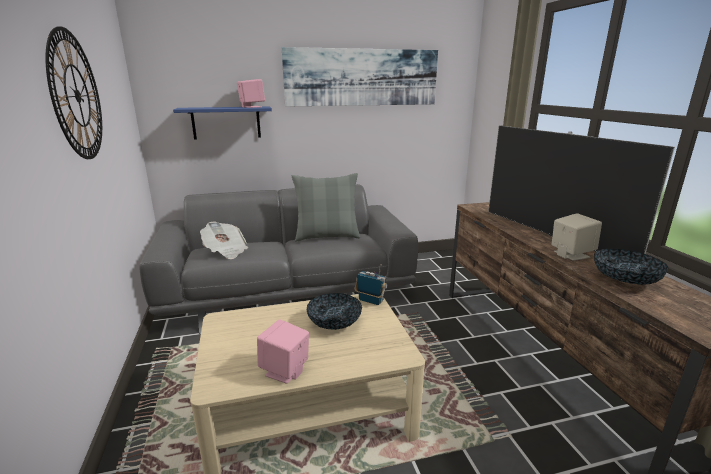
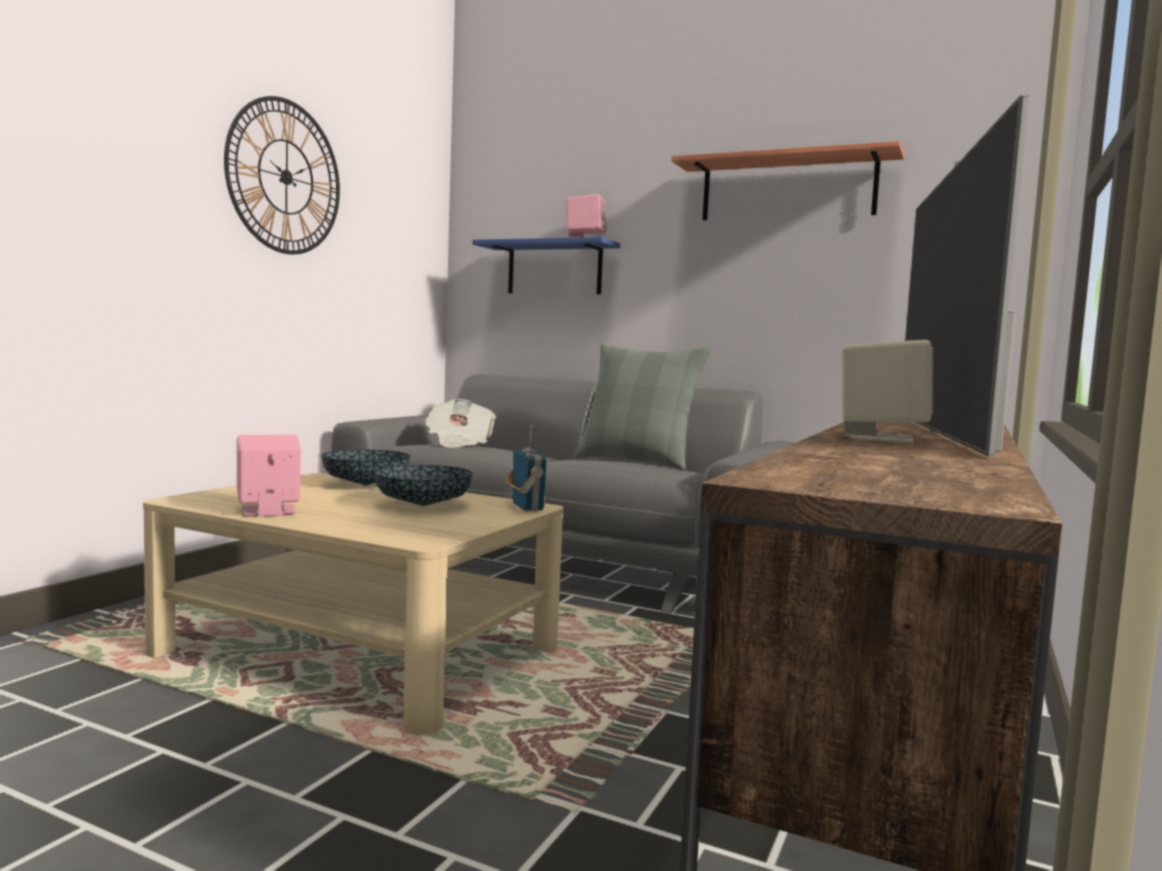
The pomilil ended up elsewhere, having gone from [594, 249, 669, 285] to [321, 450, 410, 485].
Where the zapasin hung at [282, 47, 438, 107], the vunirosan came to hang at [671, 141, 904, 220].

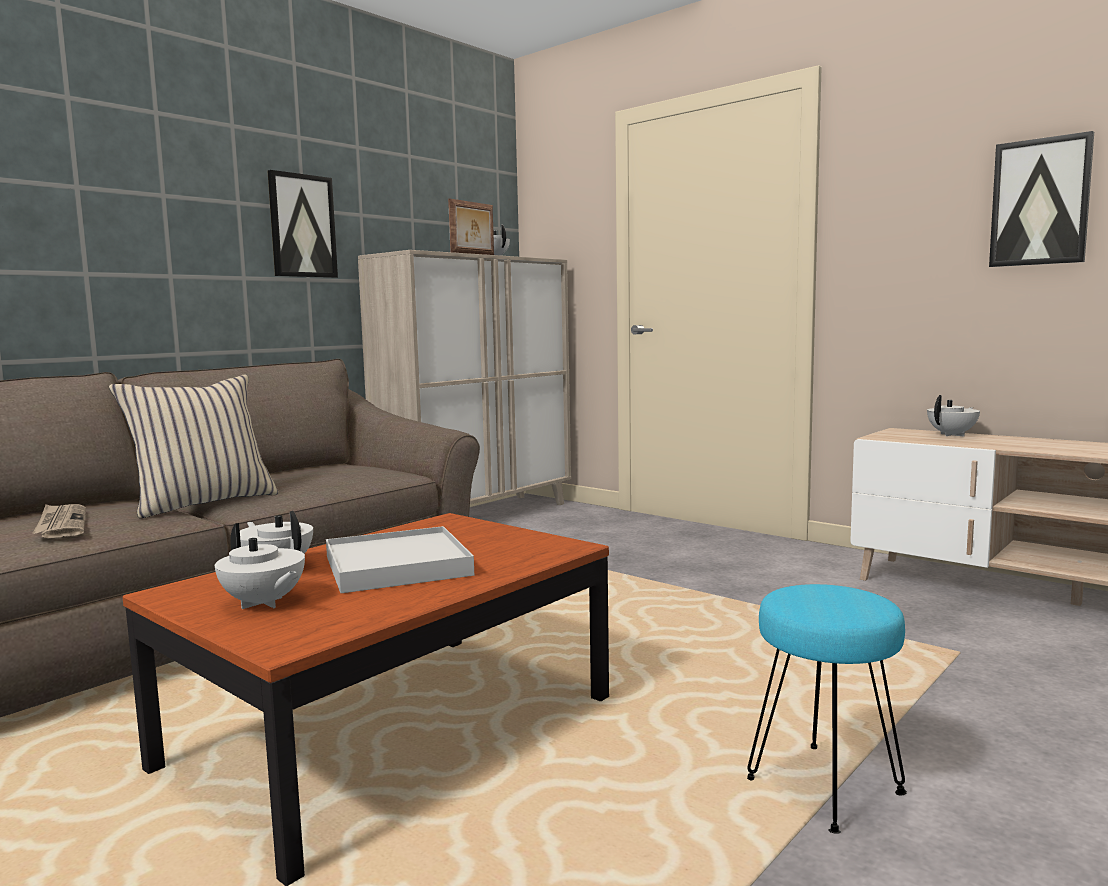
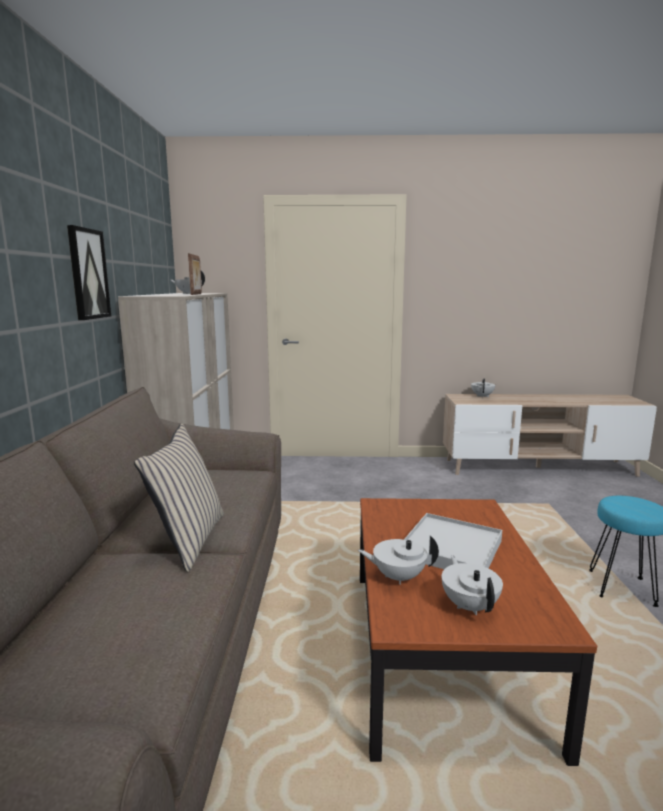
The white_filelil at [215, 523, 305, 609] ended up facing another way, 105 degrees counterclockwise from before.
The second view lost the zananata at [33, 504, 86, 538].
The second view lost the zapasin at [989, 131, 1094, 267].

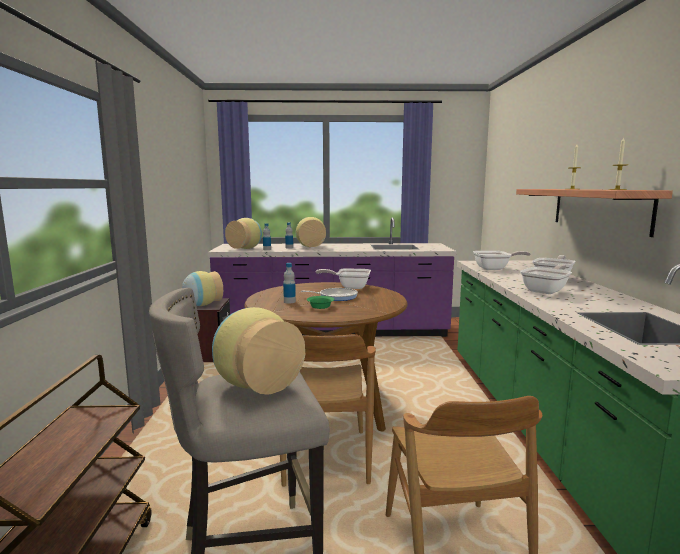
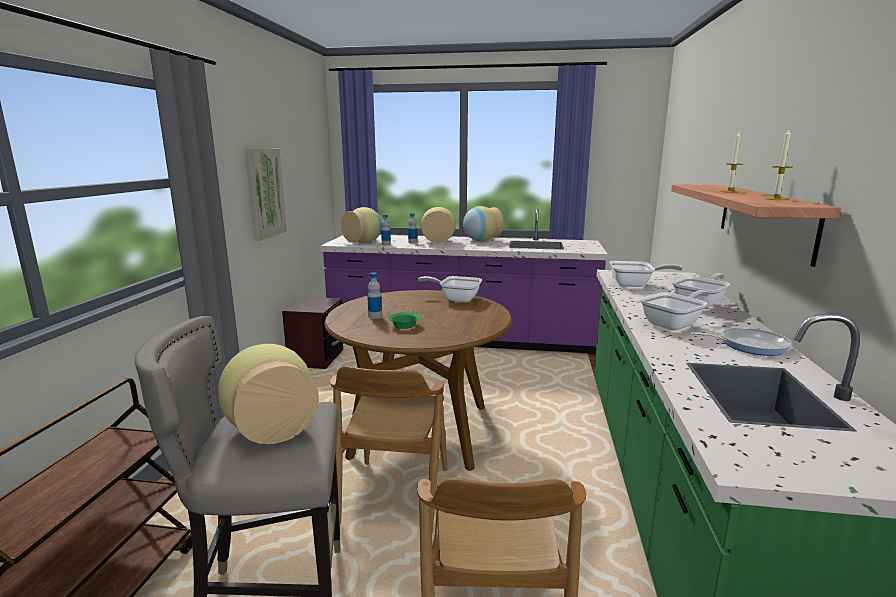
The second view gained the zapasin at [245, 149, 287, 241].
The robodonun ended up elsewhere, having gone from [182, 271, 223, 306] to [463, 206, 503, 241].
The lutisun ended up elsewhere, having gone from [300, 288, 358, 301] to [691, 327, 792, 356].

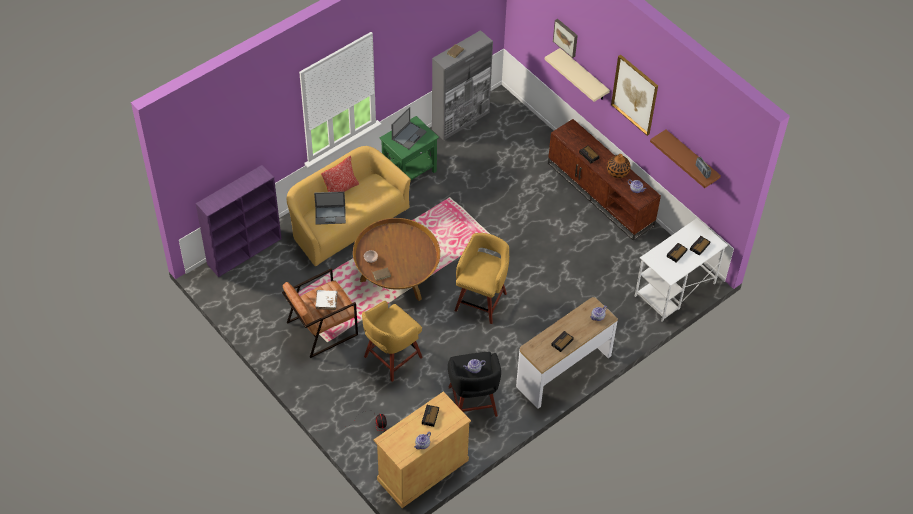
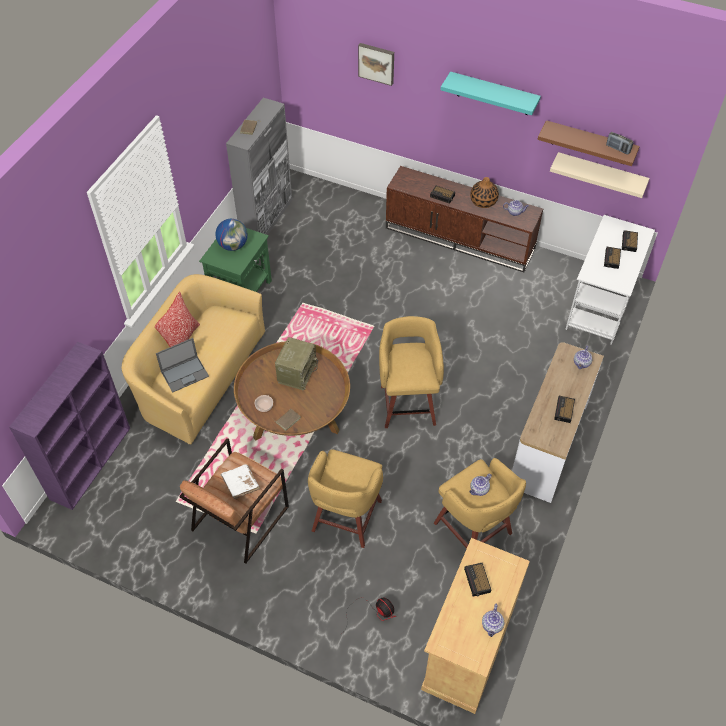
Where the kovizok stood at [392, 107, 427, 149], the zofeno came to stand at [215, 219, 248, 251].
The second view gained the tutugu at [275, 337, 318, 391].
What was the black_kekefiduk at [448, 352, 501, 417] turned into the yellow_kekefiduk at [434, 458, 526, 548].
Where the zapasin hung at [611, 54, 658, 136], the turquoise_vunirosan came to hang at [441, 72, 541, 115].
The beige_vunirosan ended up elsewhere, having gone from [545, 48, 610, 102] to [550, 152, 650, 198].

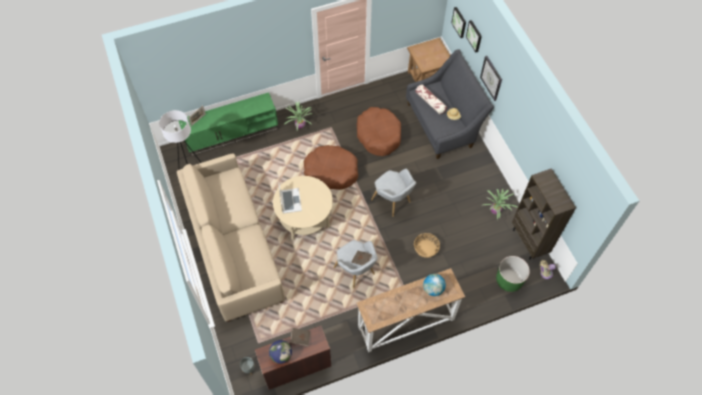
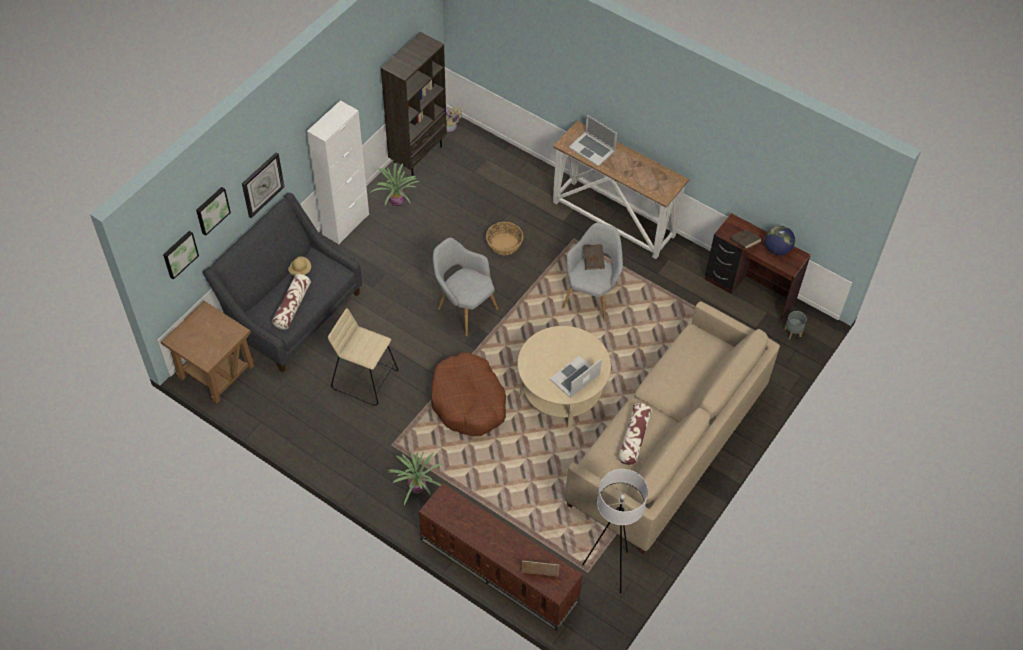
The second view gained the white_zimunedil at [307, 100, 369, 244].
Where the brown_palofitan stood at [357, 107, 401, 156], the beige_kekefiduk came to stand at [328, 308, 398, 406].
What was the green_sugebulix at [178, 92, 279, 156] turned into the brown_sugebulix at [419, 483, 583, 631].
The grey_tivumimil at [371, 169, 416, 217] ended up facing another way, 60 degrees counterclockwise from before.
Where the zofeno stood at [423, 274, 446, 296], the kovizok came to stand at [569, 115, 617, 166].
The second view gained the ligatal at [618, 403, 652, 465].
The second view lost the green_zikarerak at [496, 256, 530, 292].

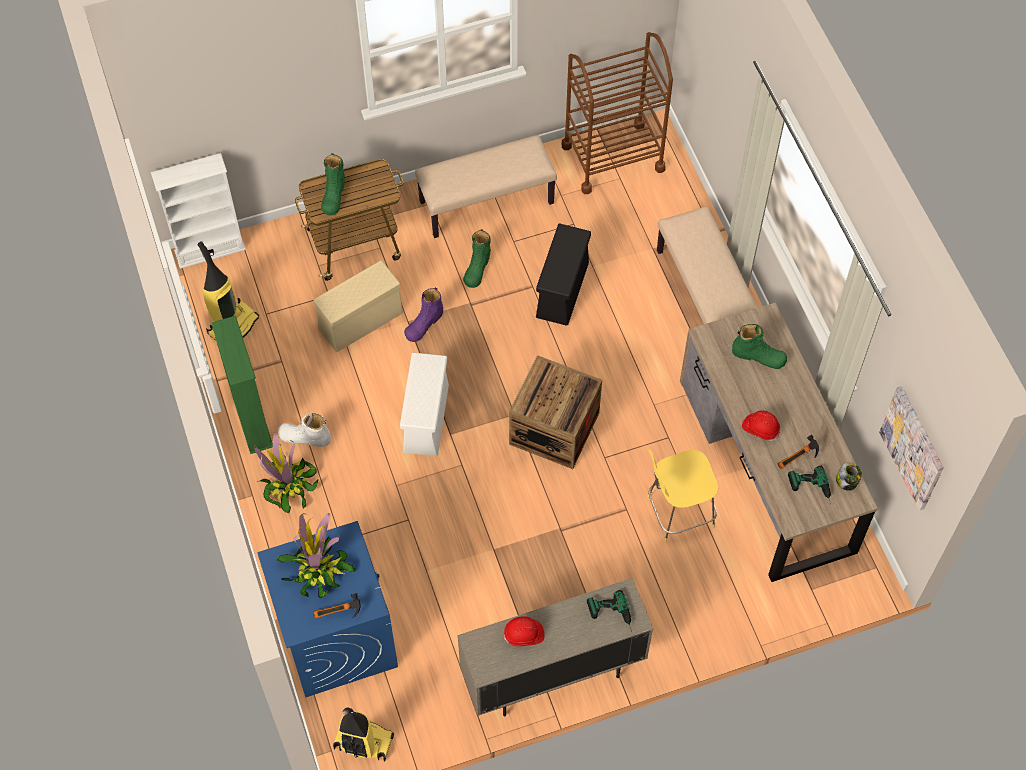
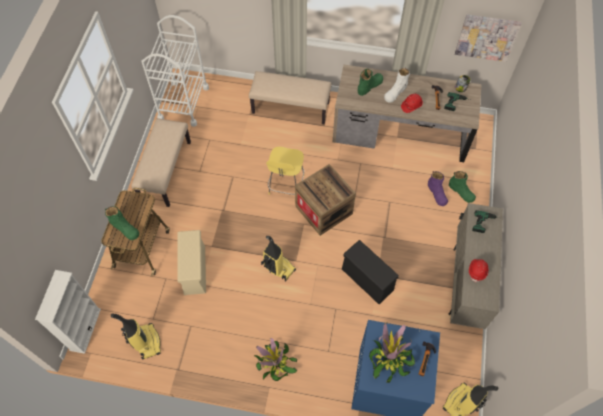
What was the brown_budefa at [562, 32, 673, 194] turned into the white_budefa at [142, 15, 209, 127].
Where the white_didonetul stood at [400, 352, 449, 456], the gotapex came to stand at [261, 236, 296, 281].
The yellow_kekefiduk ended up elsewhere, having gone from [647, 449, 718, 542] to [266, 147, 305, 195].
The black_didonetul ended up elsewhere, having gone from [536, 223, 591, 326] to [342, 240, 399, 304].
The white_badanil ended up elsewhere, having gone from [278, 413, 331, 447] to [384, 68, 410, 103].
The purple_badanil ended up elsewhere, having gone from [404, 287, 443, 342] to [428, 171, 448, 206].
The green_badanil ended up elsewhere, having gone from [463, 229, 491, 288] to [449, 171, 476, 203].
The second view lost the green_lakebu at [211, 316, 273, 454].

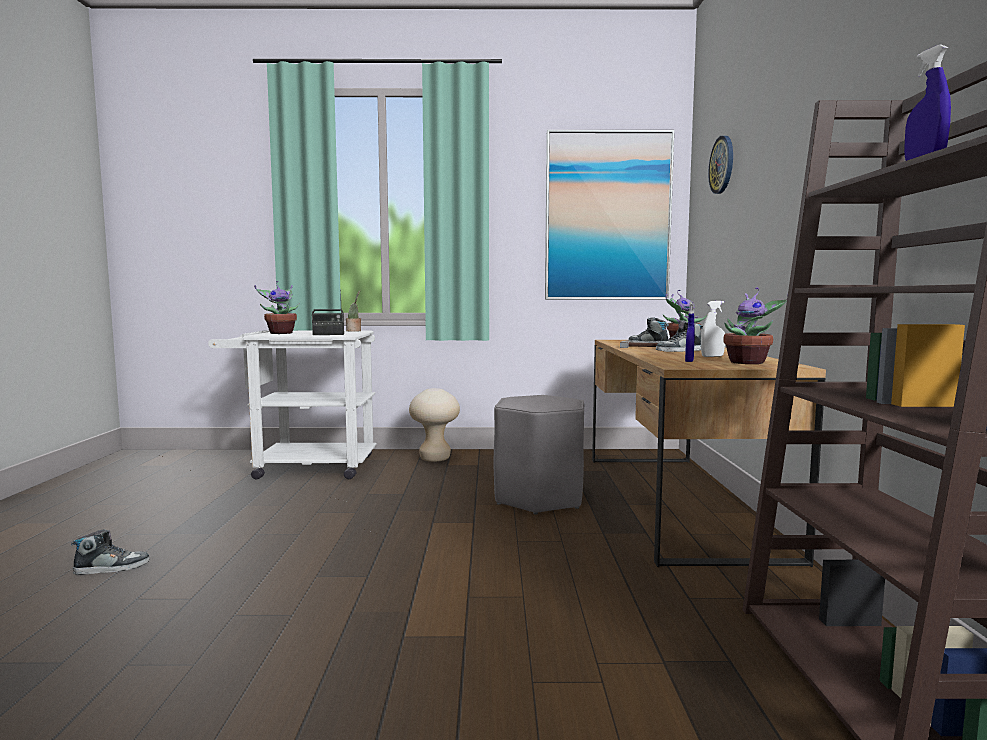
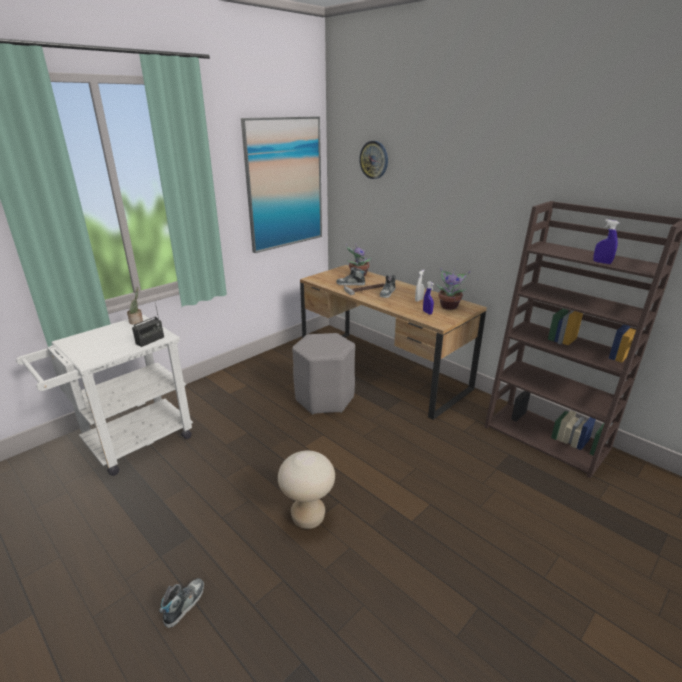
The beige_kekefiduk ended up elsewhere, having gone from [409, 388, 460, 462] to [278, 451, 335, 529].
The second view lost the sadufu at [254, 281, 300, 334].

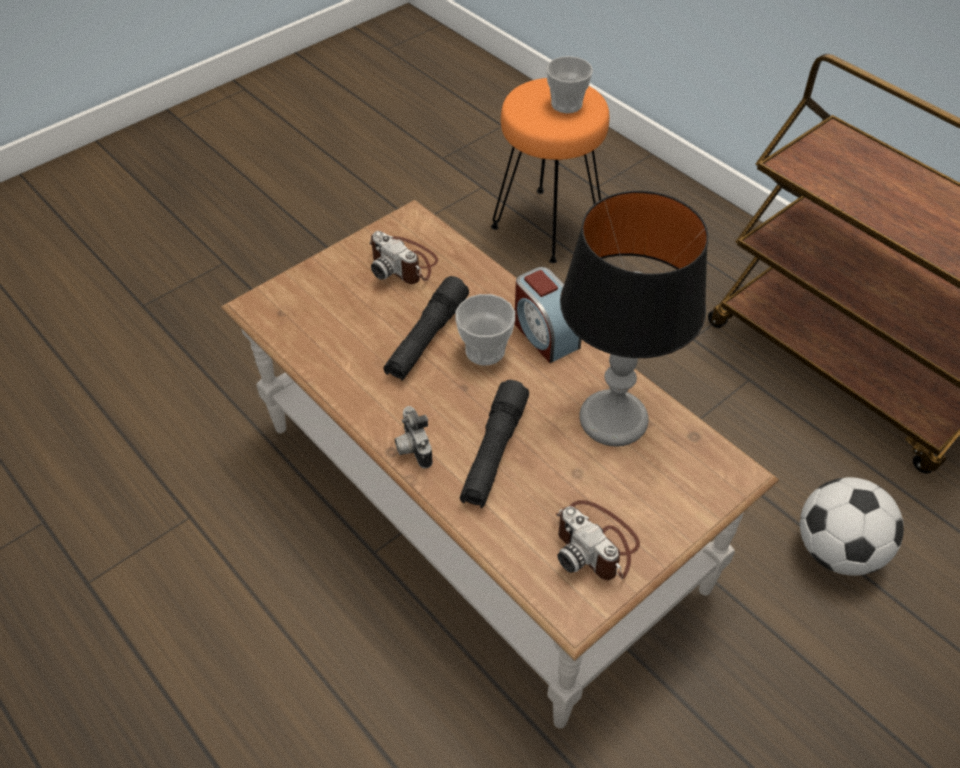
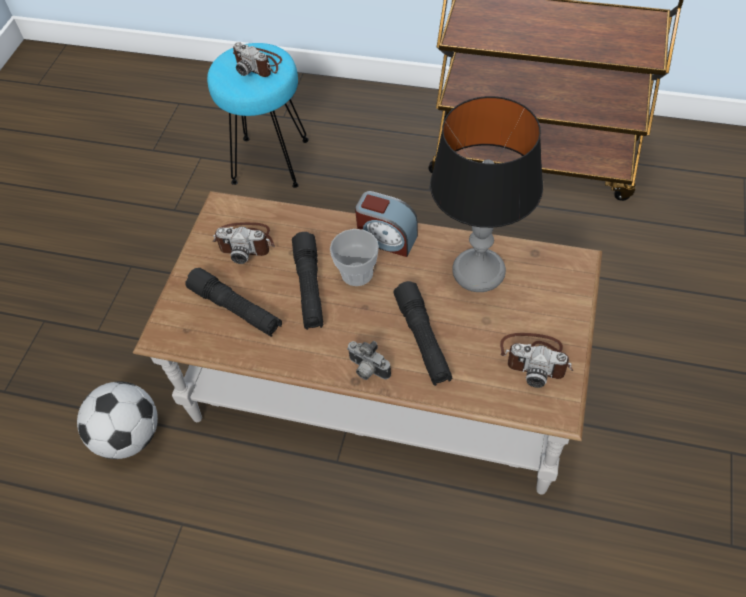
The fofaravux ended up elsewhere, having gone from [800, 477, 904, 576] to [77, 382, 158, 459].
The second view gained the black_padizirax at [185, 268, 282, 337].
What was the orange_kekefiduk at [491, 78, 609, 263] turned into the turquoise_kekefiduk at [207, 43, 309, 188].
Where the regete stood at [546, 56, 593, 113], the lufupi came to stand at [233, 42, 282, 77].

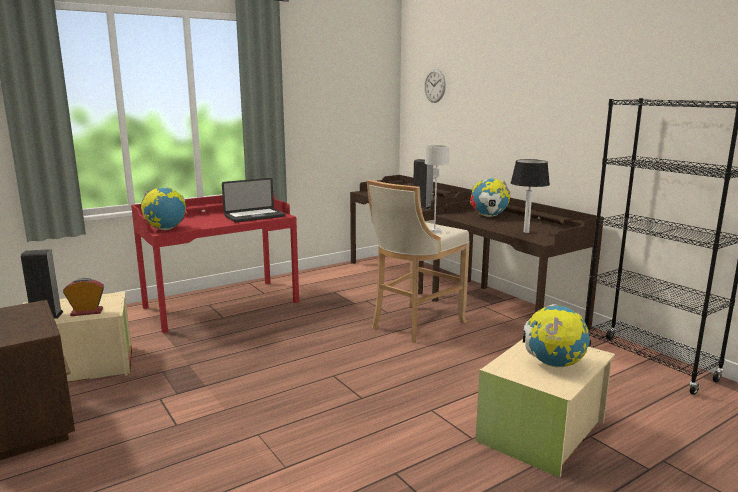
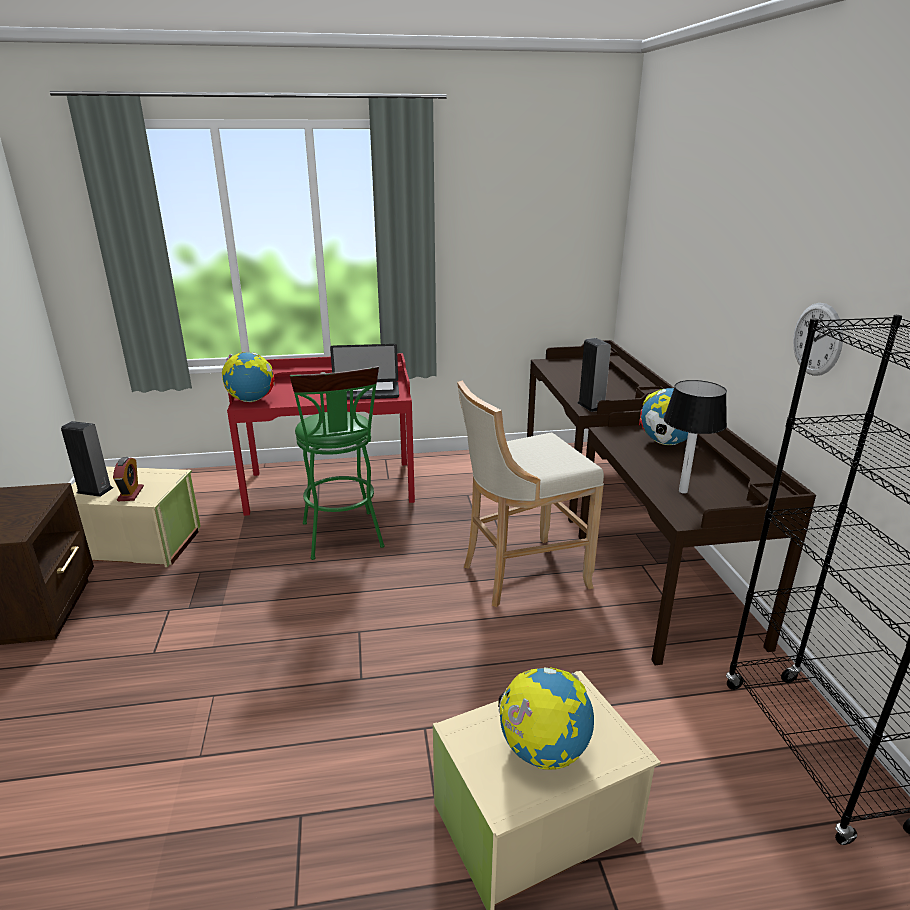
The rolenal at [63, 278, 104, 316] ended up facing another way, 75 degrees clockwise from before.
The second view gained the green_kekefiduk at [290, 366, 384, 560].
The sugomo ended up elsewhere, having gone from [424, 69, 446, 103] to [793, 303, 843, 376].
The second view lost the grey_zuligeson at [425, 145, 449, 233].

